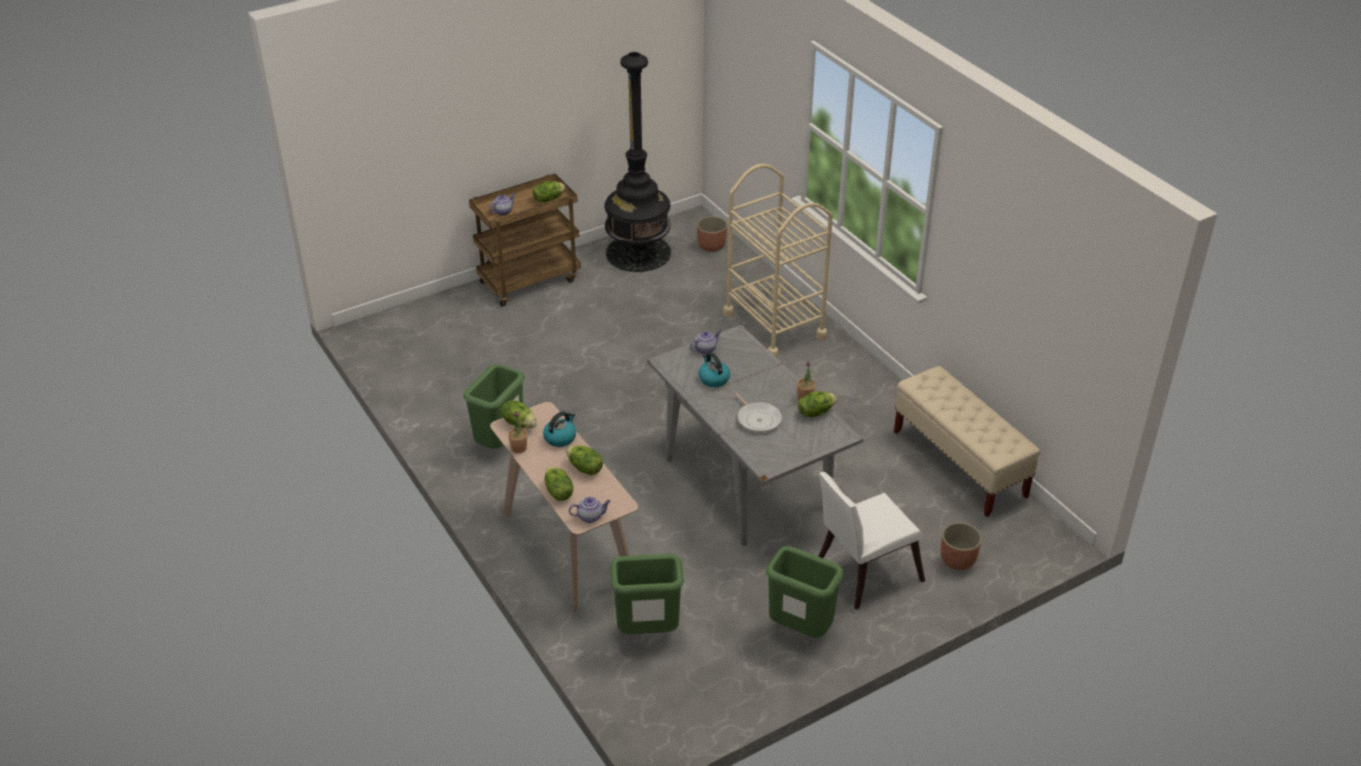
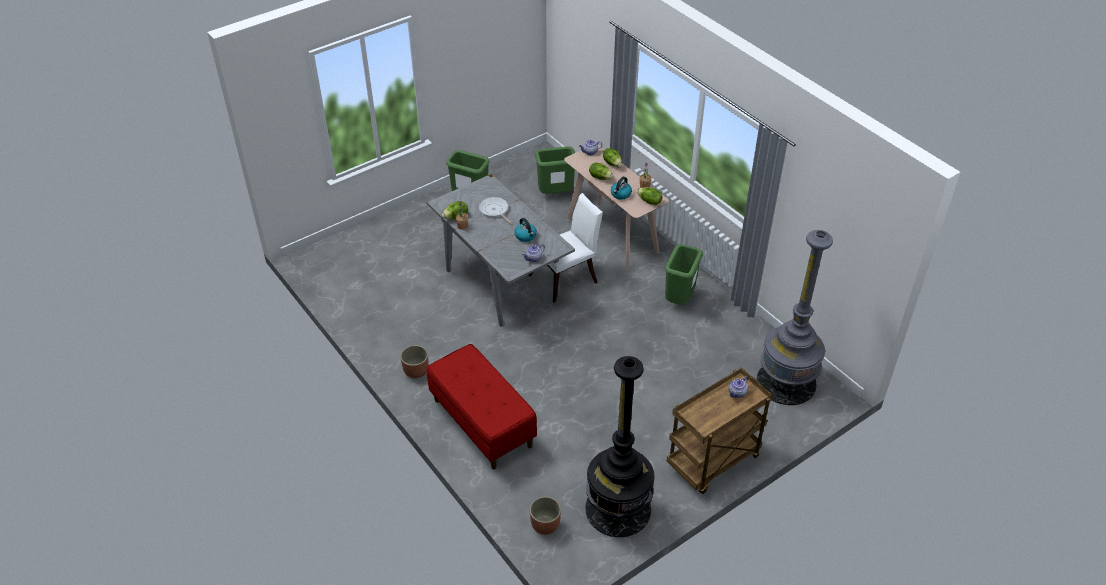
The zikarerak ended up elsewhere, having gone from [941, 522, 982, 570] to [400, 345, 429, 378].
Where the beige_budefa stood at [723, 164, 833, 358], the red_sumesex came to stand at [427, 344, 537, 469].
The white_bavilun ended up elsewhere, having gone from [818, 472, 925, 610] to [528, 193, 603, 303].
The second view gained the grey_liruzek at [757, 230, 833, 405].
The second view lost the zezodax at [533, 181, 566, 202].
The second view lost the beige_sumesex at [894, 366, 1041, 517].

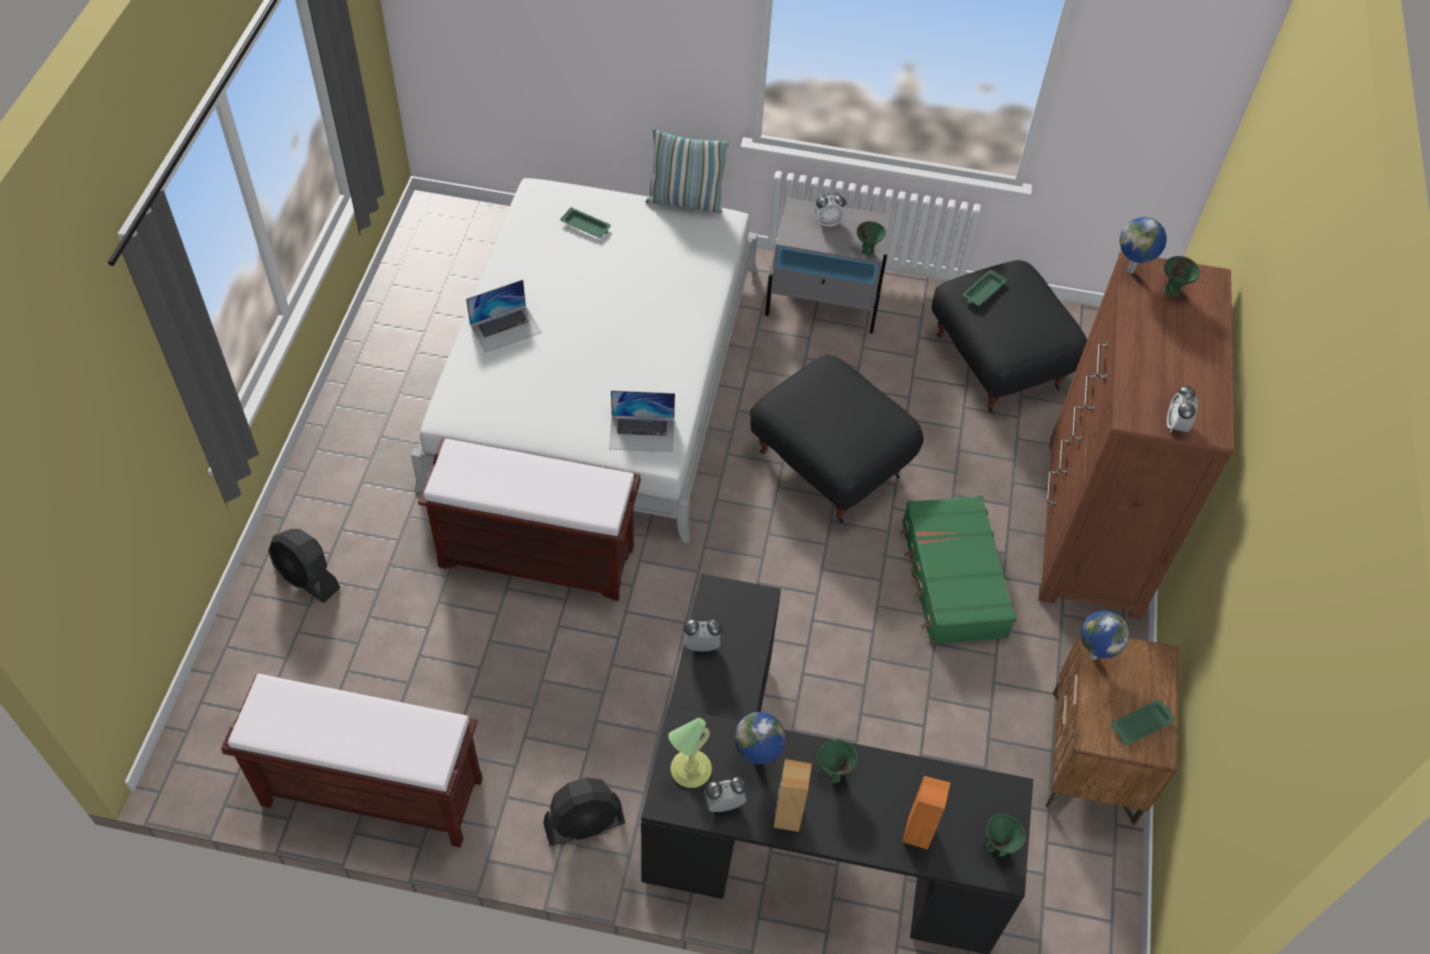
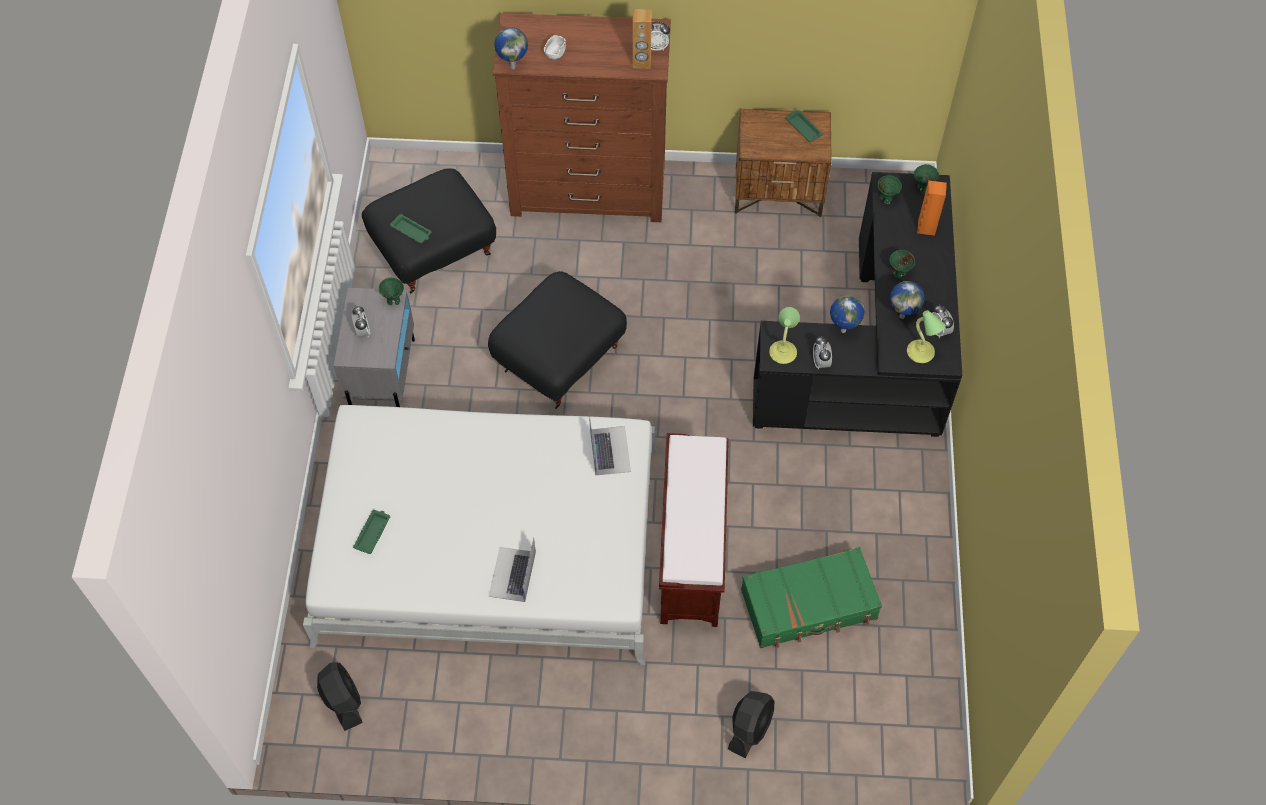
The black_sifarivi ended up elsewhere, having gone from [543, 778, 625, 846] to [317, 662, 363, 731].
The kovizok at [466, 280, 542, 353] ended up facing another way, 135 degrees counterclockwise from before.
The second view gained the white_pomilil at [544, 35, 566, 59].
The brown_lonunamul ended up elsewhere, having gone from [774, 759, 812, 832] to [633, 9, 651, 68].
The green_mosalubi ended up elsewhere, having gone from [899, 495, 1017, 645] to [741, 547, 882, 648].
The second view gained the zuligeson at [769, 307, 800, 364].
The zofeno ended up elsewhere, having gone from [1081, 611, 1130, 660] to [830, 295, 864, 333].
The green_pomilil ended up elsewhere, having gone from [1164, 256, 1200, 297] to [878, 175, 902, 204].
The second view lost the brown_sumesex at [221, 674, 483, 848].
The second view lost the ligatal at [645, 129, 730, 213].

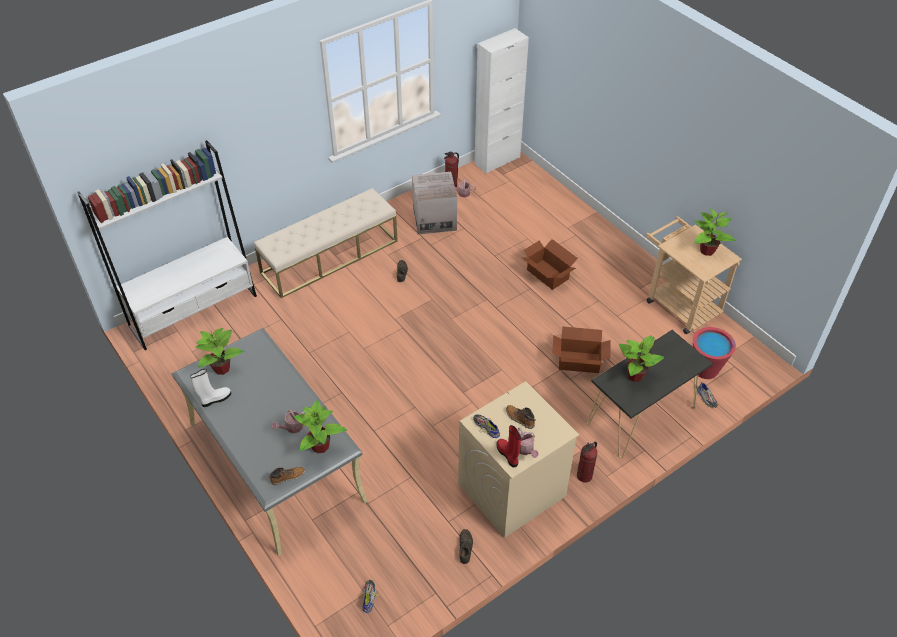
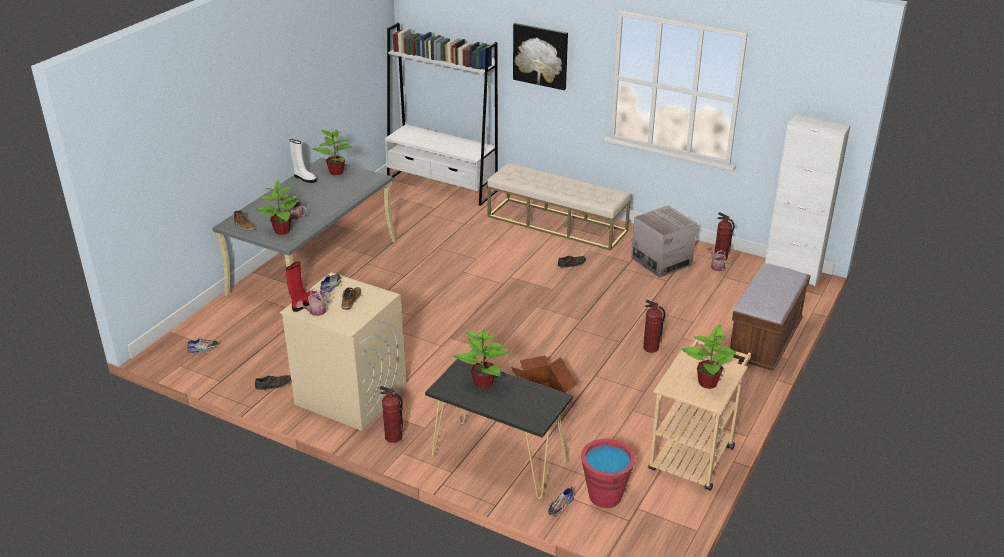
The second view gained the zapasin at [513, 23, 568, 90].
Where the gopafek stood at [522, 239, 578, 290], the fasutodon came to stand at [643, 300, 665, 353].
The second view gained the brown_sumesex at [730, 263, 811, 371].

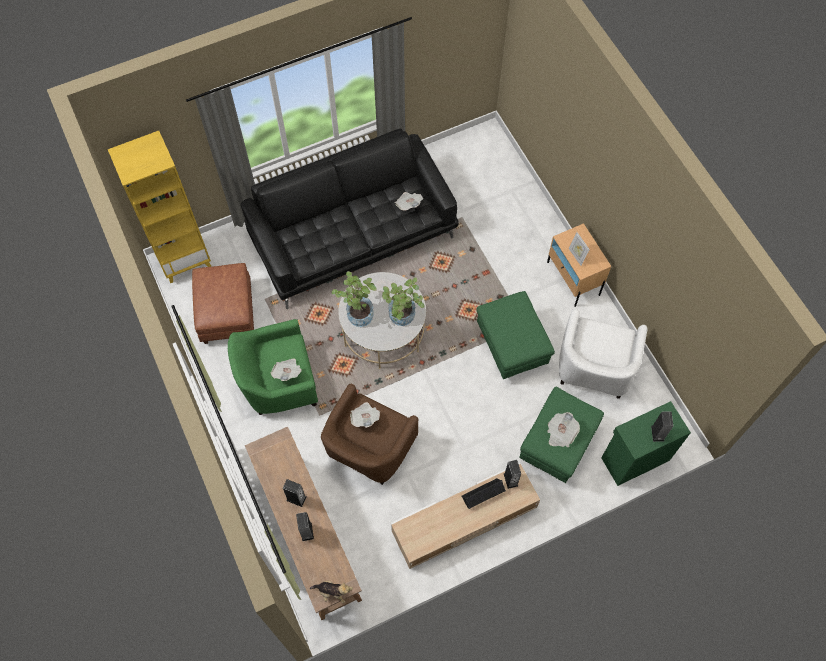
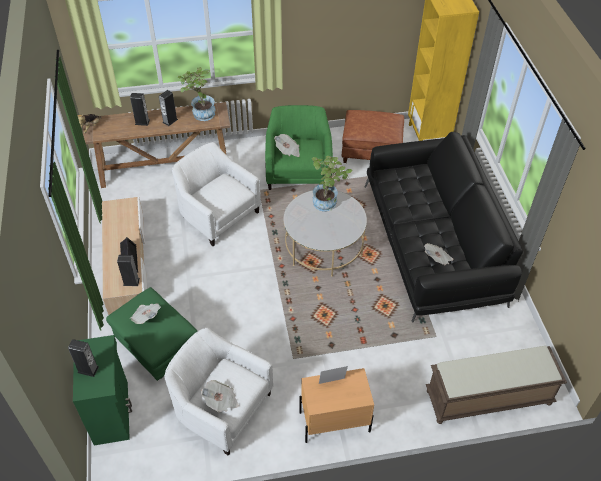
What was the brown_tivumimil at [321, 384, 419, 485] turned into the white_tivumimil at [172, 142, 261, 246].
The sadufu ended up elsewhere, having gone from [382, 277, 424, 326] to [178, 67, 216, 121].
The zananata ended up elsewhere, having gone from [350, 402, 380, 428] to [201, 380, 239, 412].
The second view gained the brown_sumesex at [426, 346, 567, 424].
The second view lost the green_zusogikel at [476, 291, 555, 379].

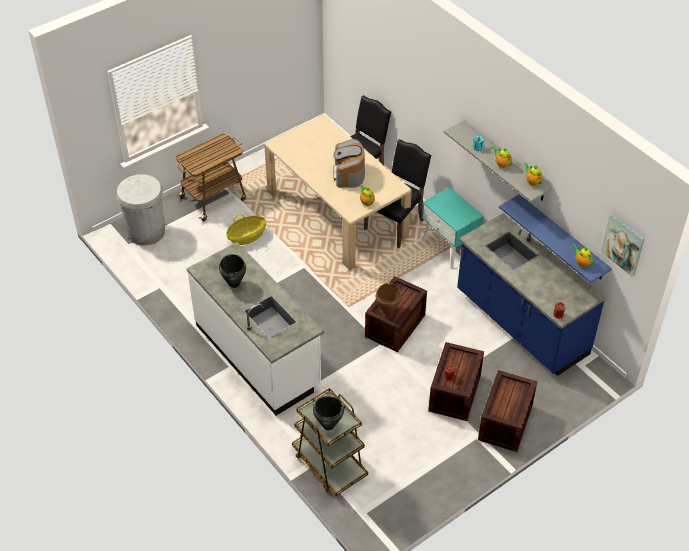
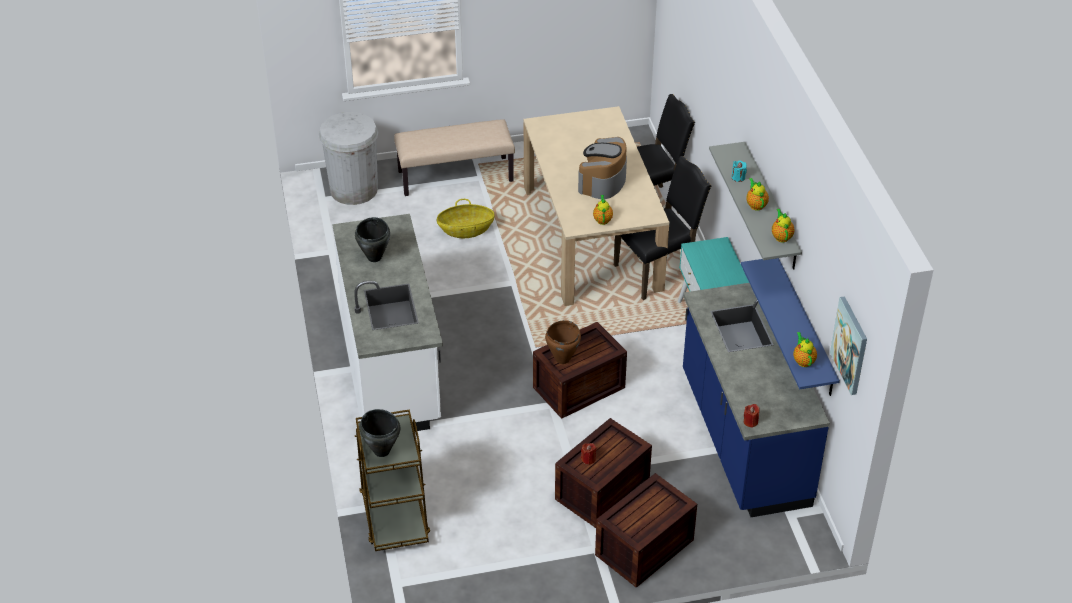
Where the budefa stood at [176, 133, 246, 221], the beige_sumesex came to stand at [394, 119, 515, 196].

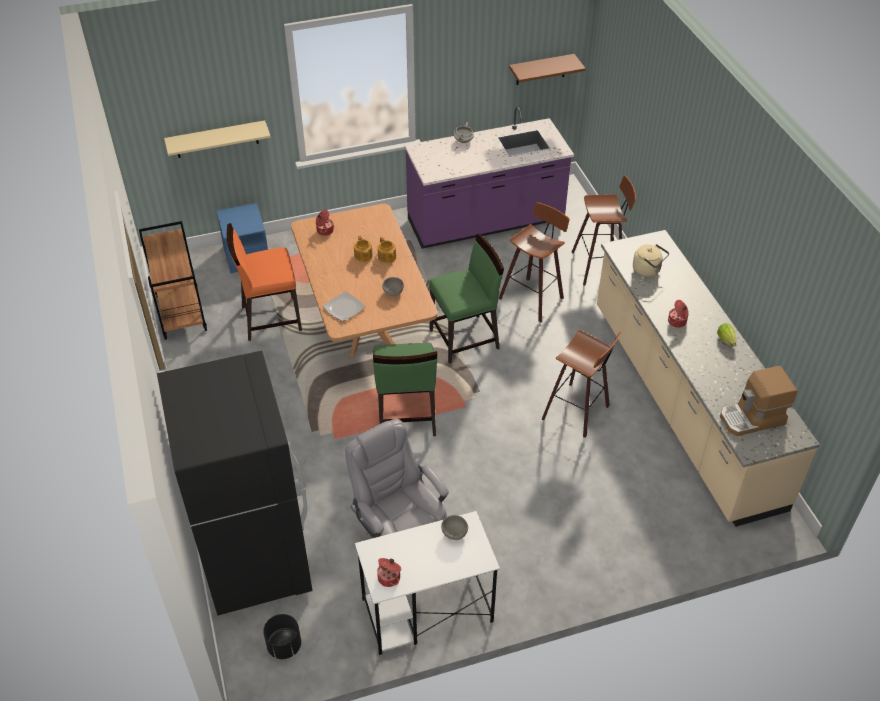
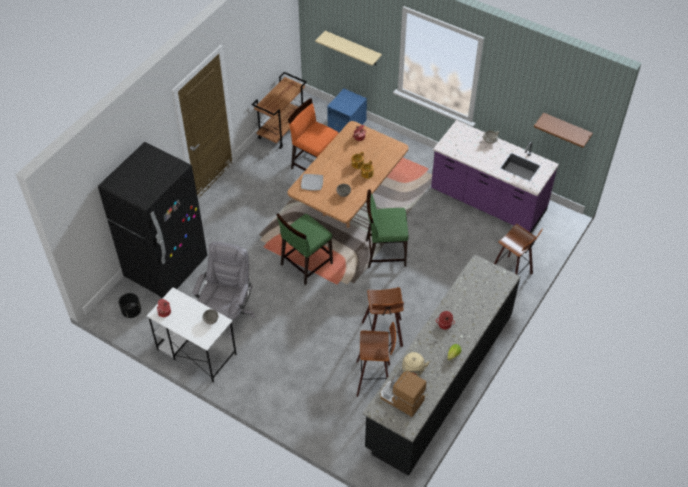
The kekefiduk ended up elsewhere, having gone from [499, 202, 570, 322] to [357, 322, 396, 397].
What was the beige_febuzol at [597, 230, 820, 527] turned into the black_febuzol at [363, 254, 521, 476].
The green_bavilun at [429, 234, 504, 364] ended up facing another way, 150 degrees clockwise from before.
The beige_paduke ended up elsewhere, having gone from [633, 244, 669, 277] to [402, 352, 430, 376].

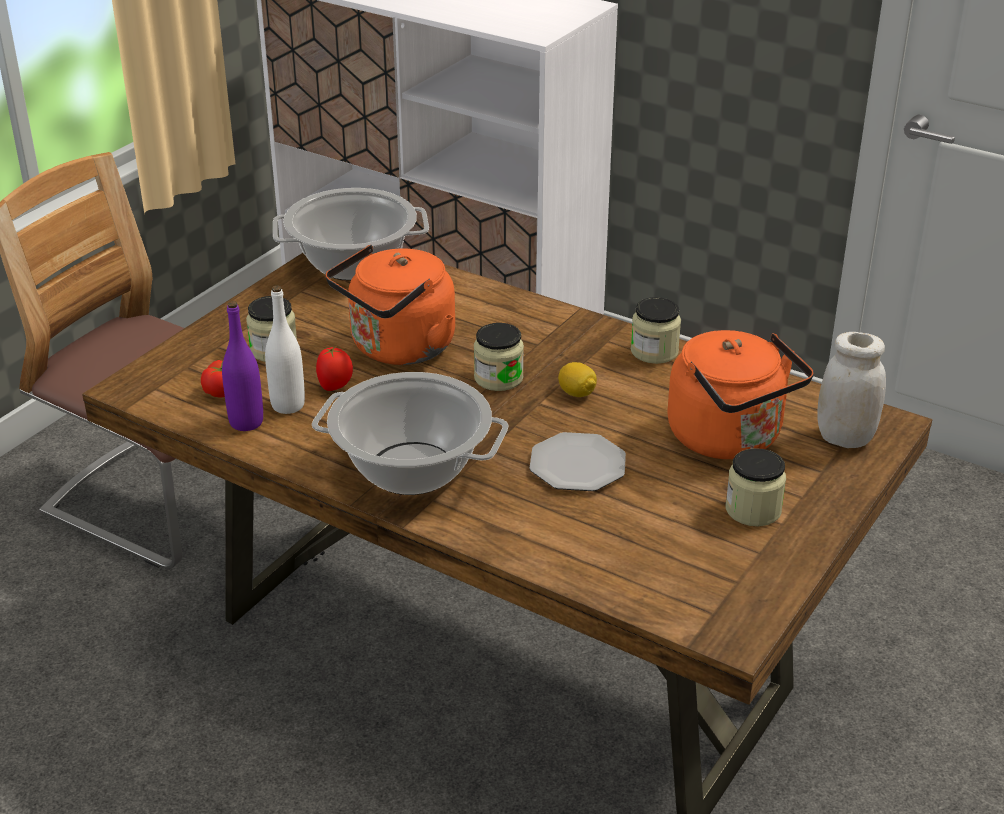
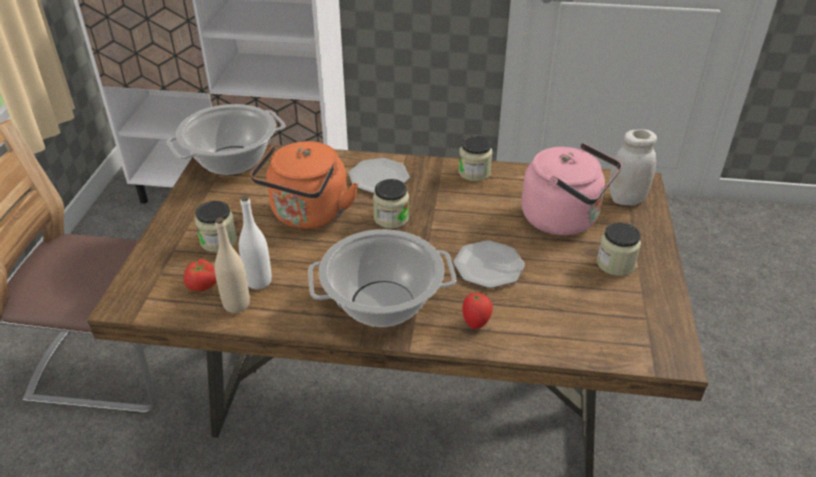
What was the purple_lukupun at [222, 301, 263, 431] turned into the beige_lukupun at [215, 217, 250, 313].
The second view gained the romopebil at [349, 158, 410, 193].
The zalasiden ended up elsewhere, having gone from [316, 347, 353, 391] to [463, 292, 493, 329].
What was the orange_paduke at [667, 330, 813, 459] turned into the pink_paduke at [521, 143, 622, 236].
The second view lost the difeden at [558, 362, 597, 397].

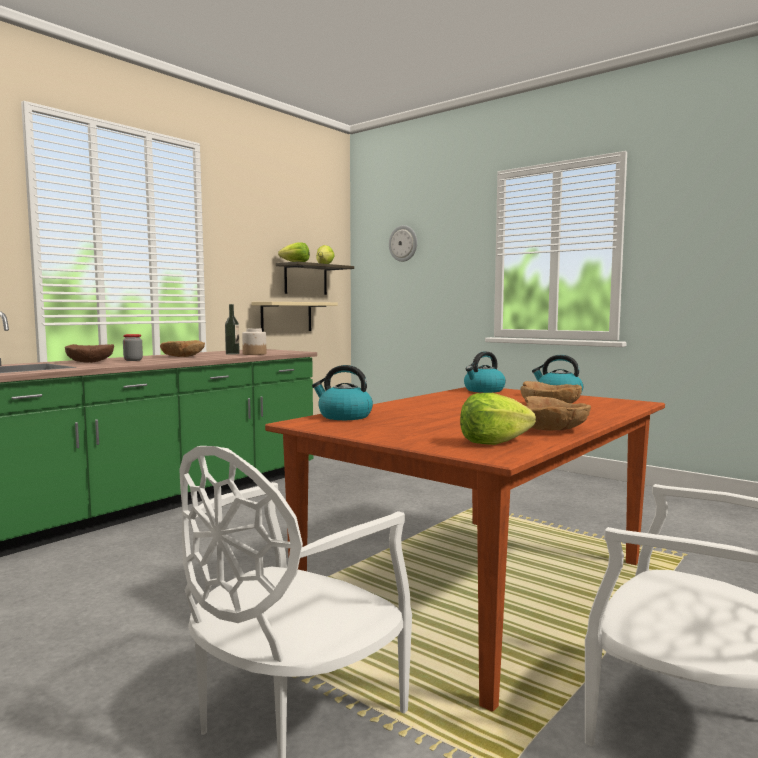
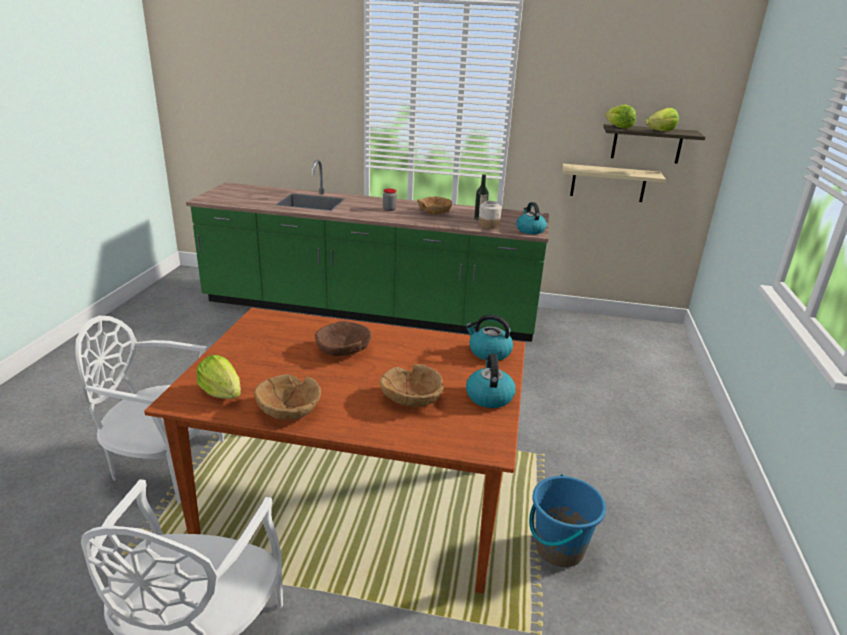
The brown_pomilil ended up elsewhere, having gone from [65, 344, 114, 363] to [315, 321, 372, 356].
The paduke ended up elsewhere, having gone from [312, 365, 373, 420] to [516, 202, 547, 234].
The second view gained the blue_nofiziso at [529, 474, 606, 567].
The second view lost the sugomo at [389, 225, 417, 262].

